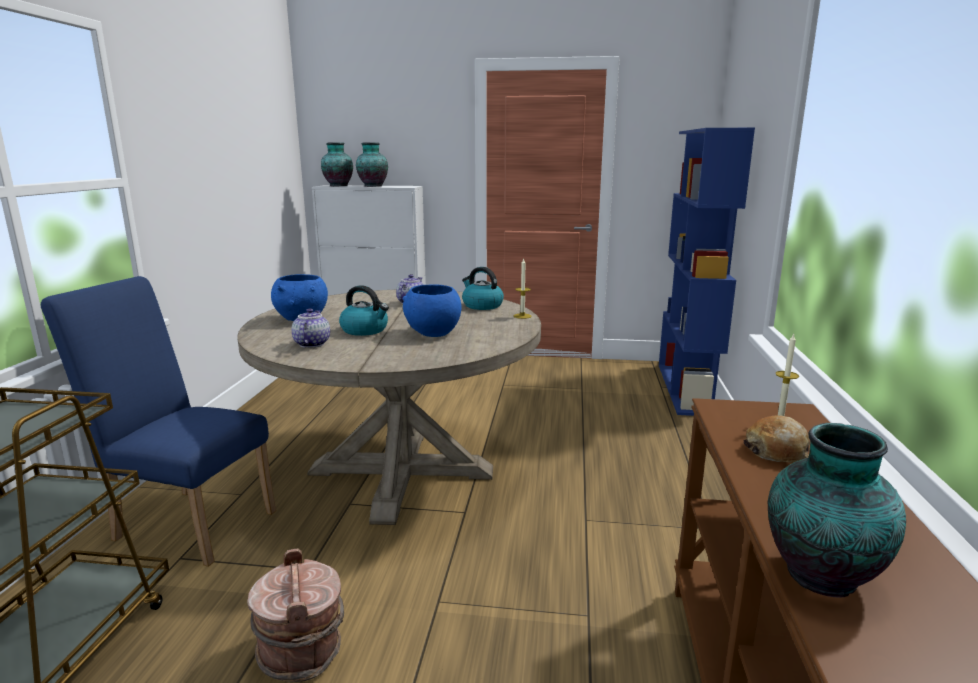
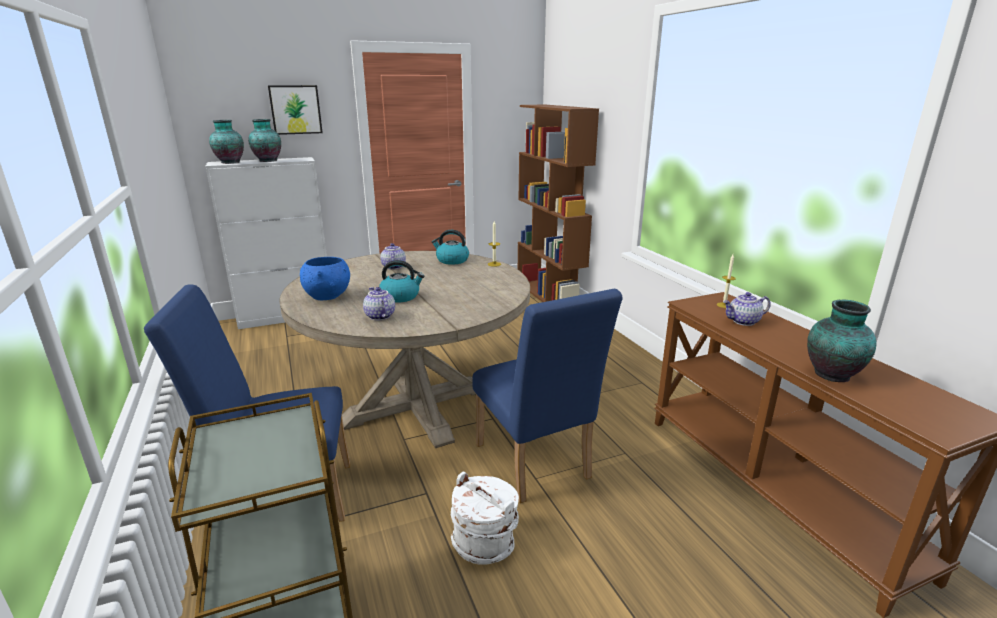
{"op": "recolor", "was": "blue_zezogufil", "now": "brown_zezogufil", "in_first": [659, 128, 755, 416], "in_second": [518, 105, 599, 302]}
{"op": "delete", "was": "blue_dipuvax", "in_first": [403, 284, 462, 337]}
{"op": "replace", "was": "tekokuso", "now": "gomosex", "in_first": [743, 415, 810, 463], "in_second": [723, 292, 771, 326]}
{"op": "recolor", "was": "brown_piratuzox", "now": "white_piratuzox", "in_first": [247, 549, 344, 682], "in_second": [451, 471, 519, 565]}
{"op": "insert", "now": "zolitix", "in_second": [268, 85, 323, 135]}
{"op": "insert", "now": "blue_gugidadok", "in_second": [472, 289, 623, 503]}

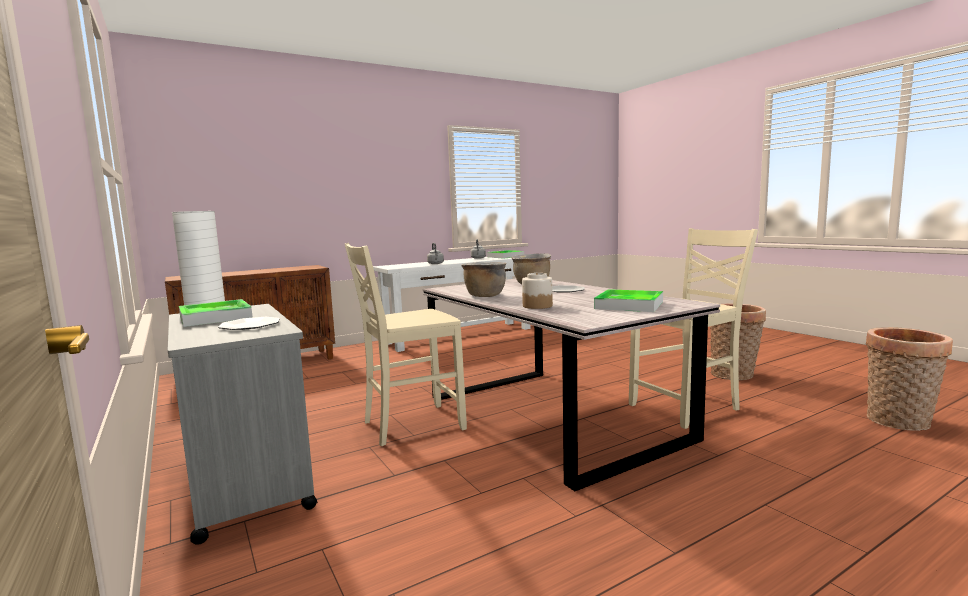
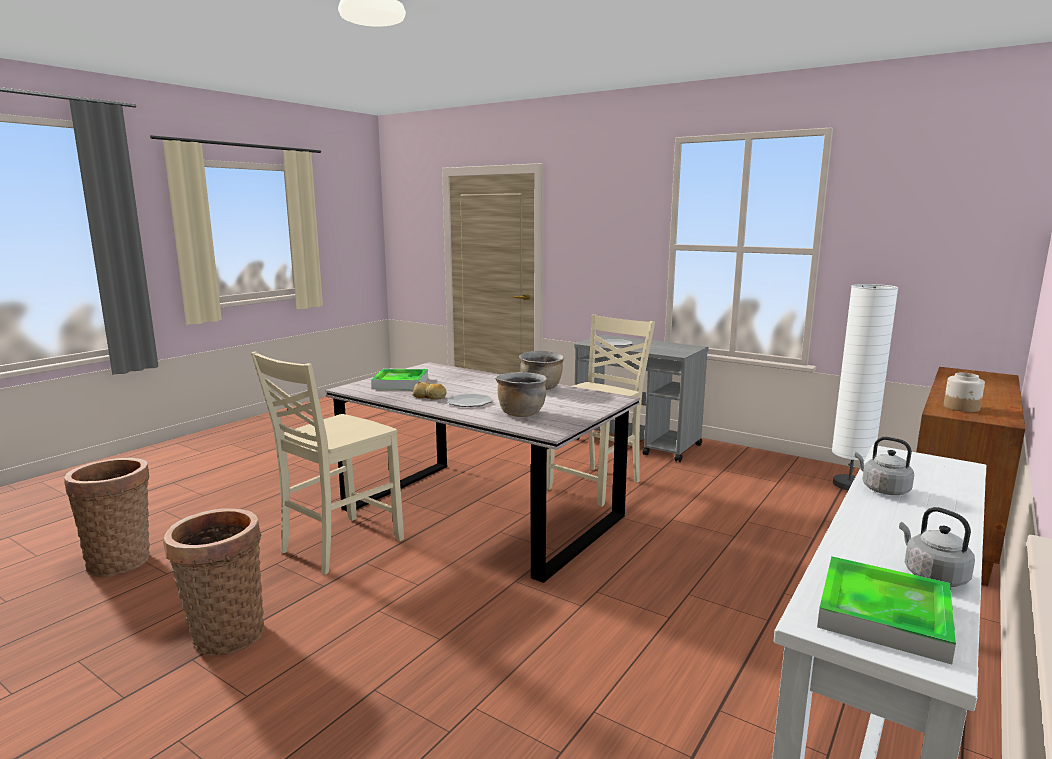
{"op": "move", "was": "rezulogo", "in_first": [522, 273, 553, 309], "in_second": [944, 373, 985, 412]}
{"op": "delete", "was": "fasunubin", "in_first": [179, 299, 253, 327]}
{"op": "insert", "now": "tekokuso", "in_second": [412, 382, 447, 400]}

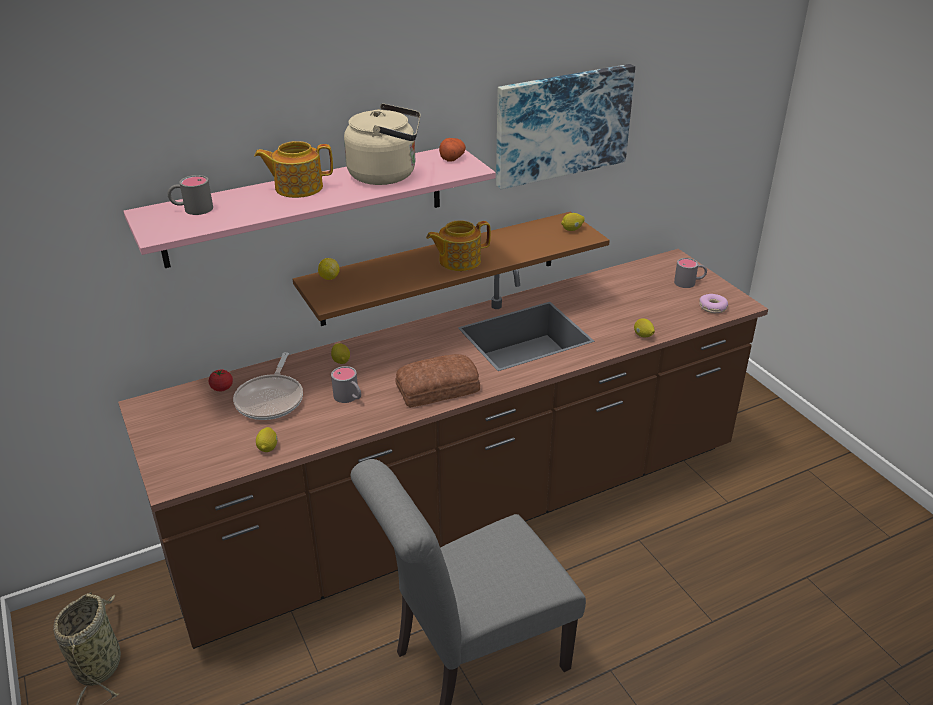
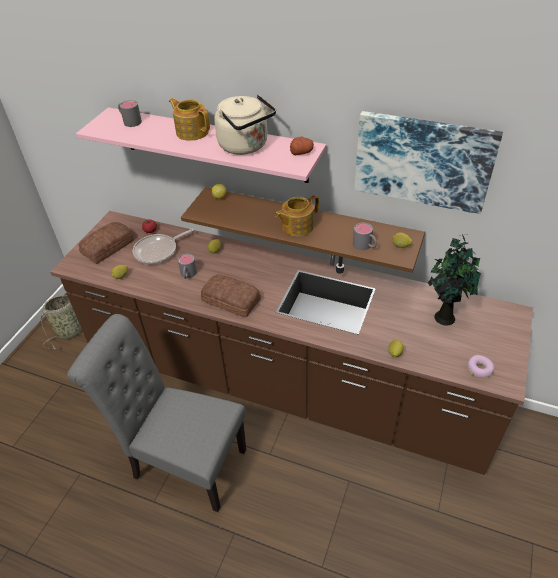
{"op": "rotate", "was": "gomosex", "in_first": [426, 220, 491, 271], "in_second": [275, 195, 319, 237], "clockwise": -60}
{"op": "move", "was": "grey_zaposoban", "in_first": [674, 258, 707, 288], "in_second": [353, 223, 377, 250]}
{"op": "insert", "now": "tekokuso", "in_second": [79, 222, 134, 264]}
{"op": "insert", "now": "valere", "in_second": [428, 234, 481, 326]}

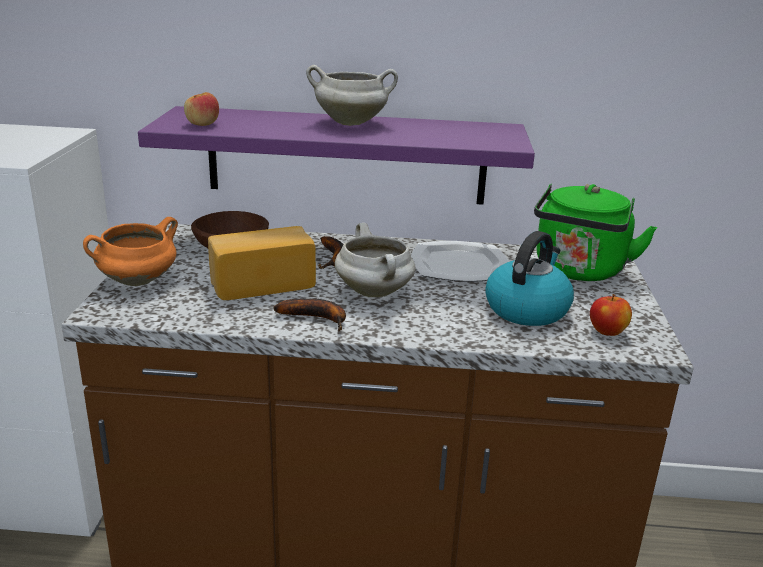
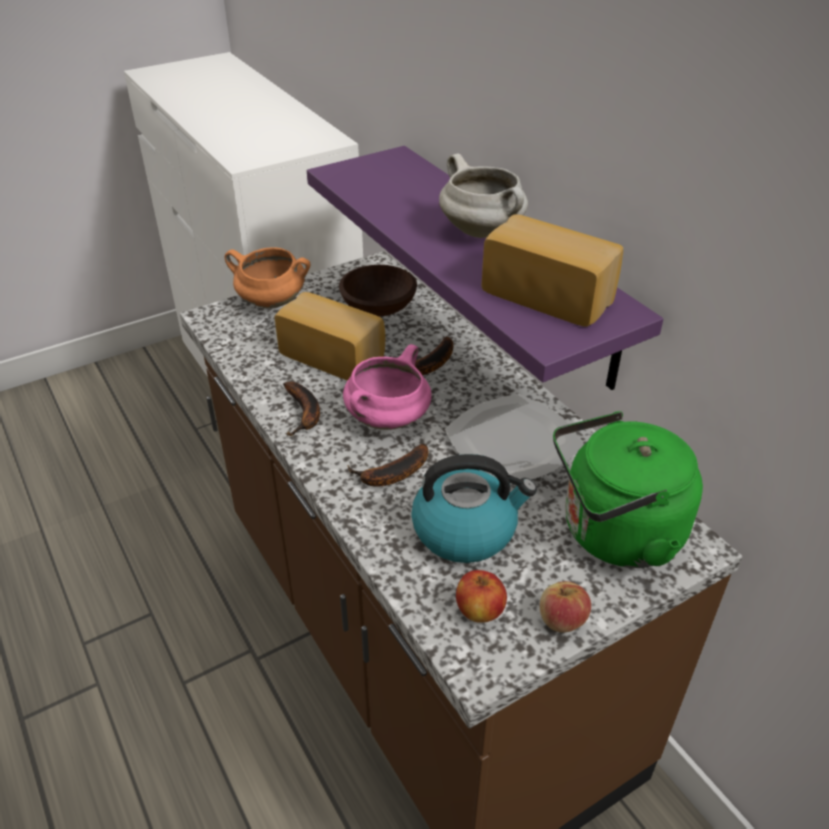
{"op": "move", "was": "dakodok", "in_first": [184, 92, 219, 126], "in_second": [540, 581, 591, 632]}
{"op": "recolor", "was": "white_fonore", "now": "pink_fonore", "in_first": [335, 223, 416, 297], "in_second": [343, 344, 432, 430]}
{"op": "insert", "now": "tekokuso", "in_second": [482, 214, 623, 327]}
{"op": "insert", "now": "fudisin", "in_second": [347, 444, 428, 487]}

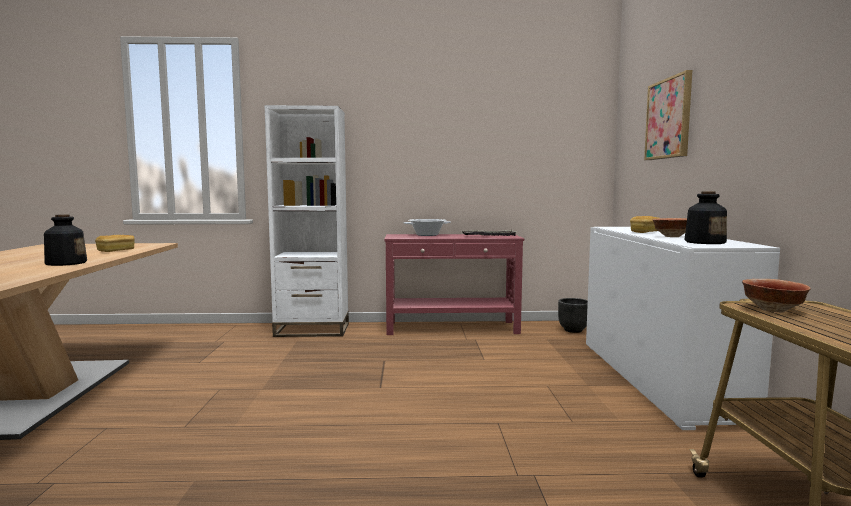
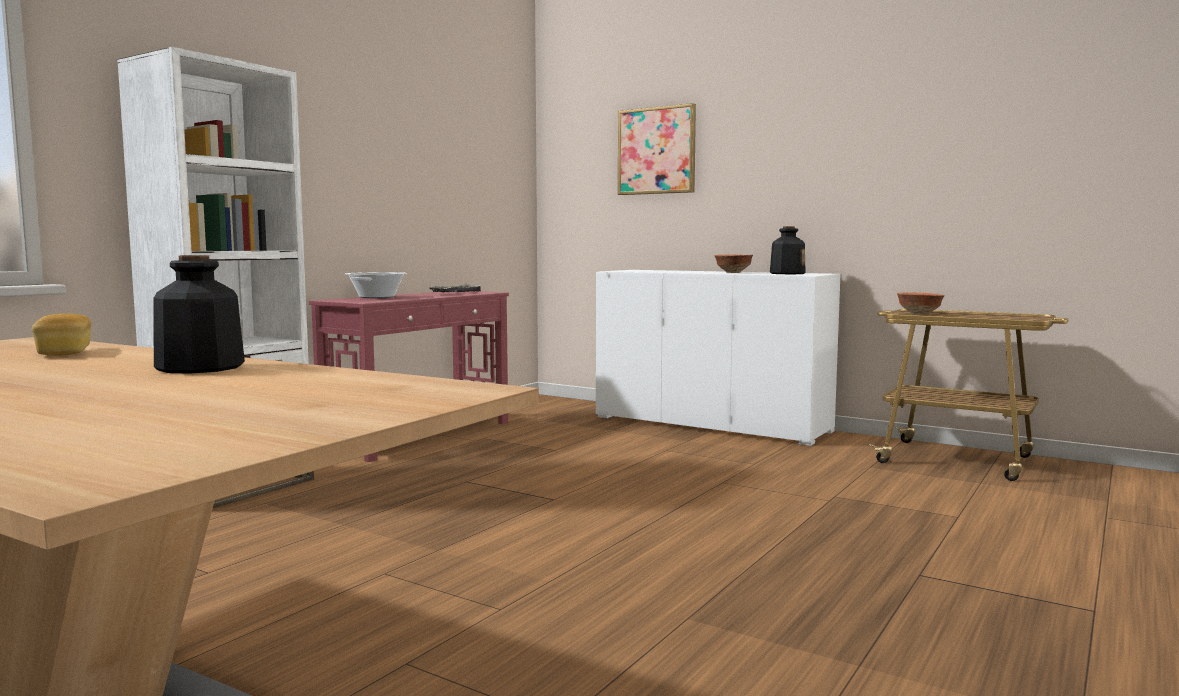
{"op": "delete", "was": "tekokuso", "in_first": [630, 216, 659, 233]}
{"op": "delete", "was": "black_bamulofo", "in_first": [558, 298, 588, 333]}

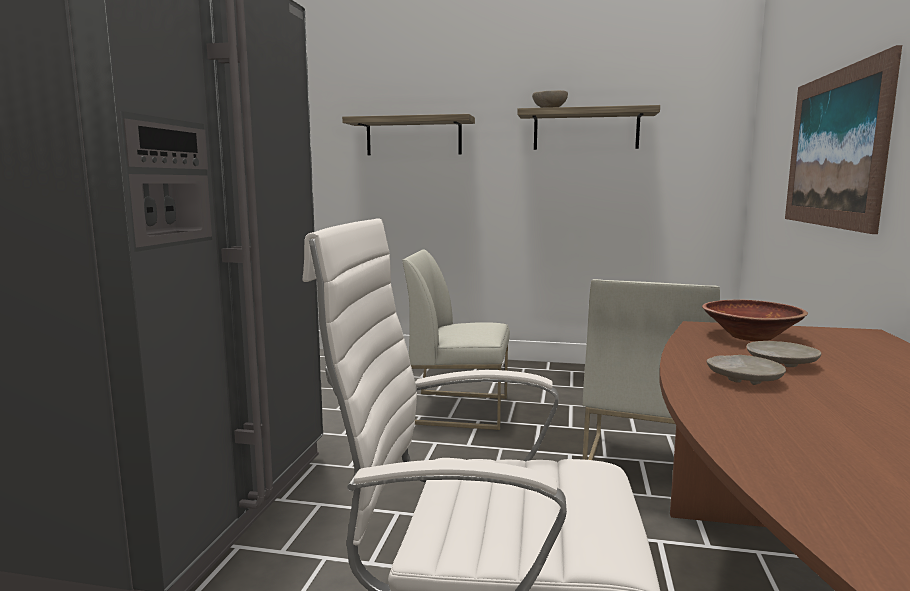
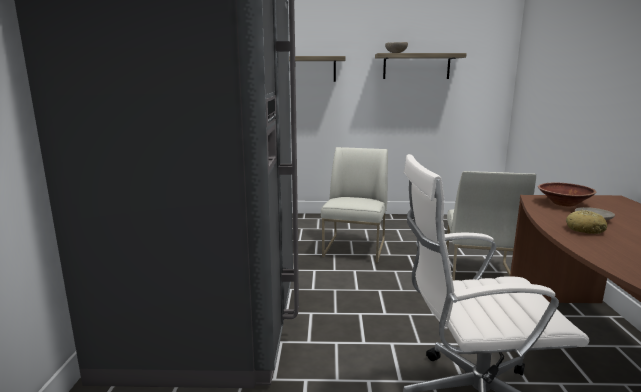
{"op": "delete", "was": "zolitix", "in_first": [785, 45, 902, 234]}
{"op": "rotate", "was": "white_gugidadok", "in_first": [403, 249, 510, 430], "in_second": [321, 147, 388, 263], "clockwise": 105}
{"op": "replace", "was": "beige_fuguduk", "now": "tekokuso", "in_first": [707, 355, 786, 385], "in_second": [566, 210, 607, 234]}

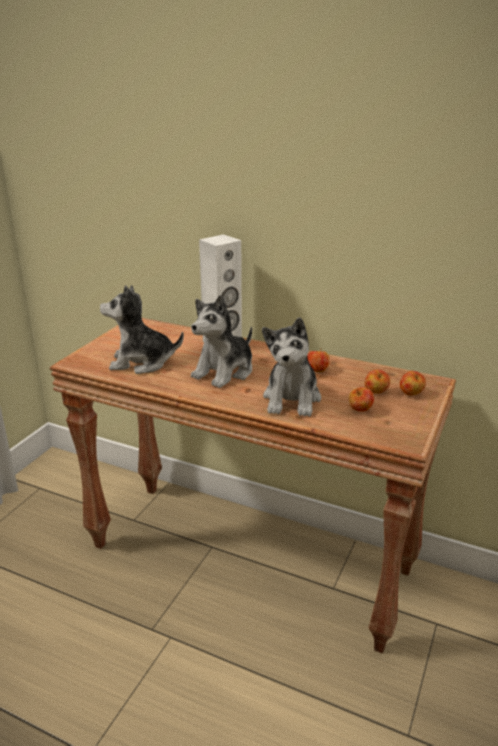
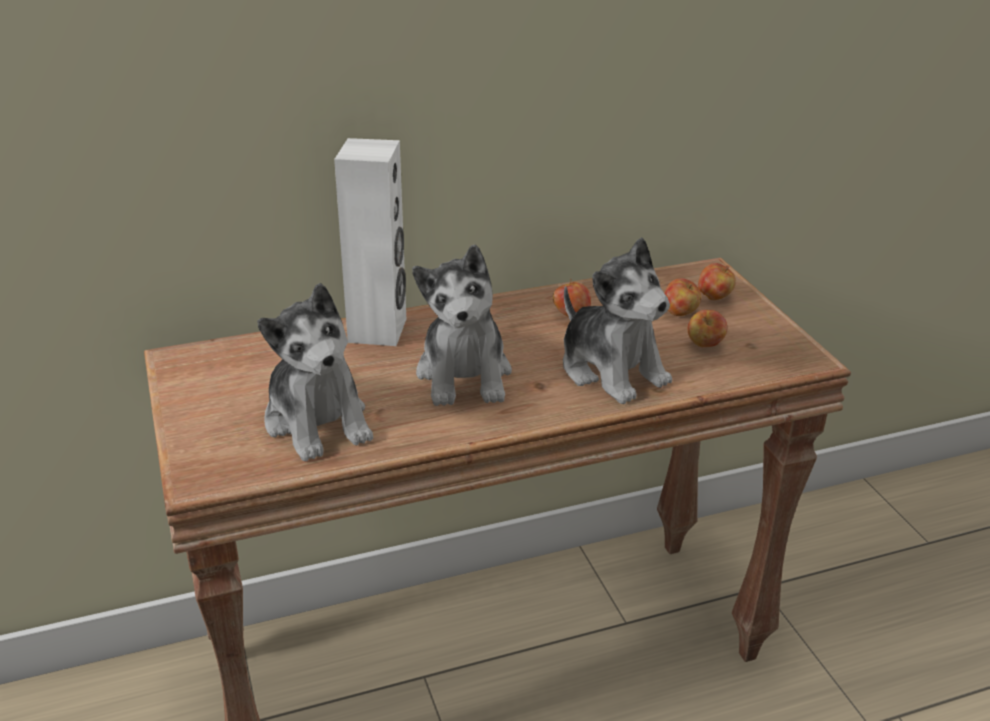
{"op": "rotate", "was": "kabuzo", "in_first": [100, 285, 184, 374], "in_second": [257, 283, 373, 461], "clockwise": -75}

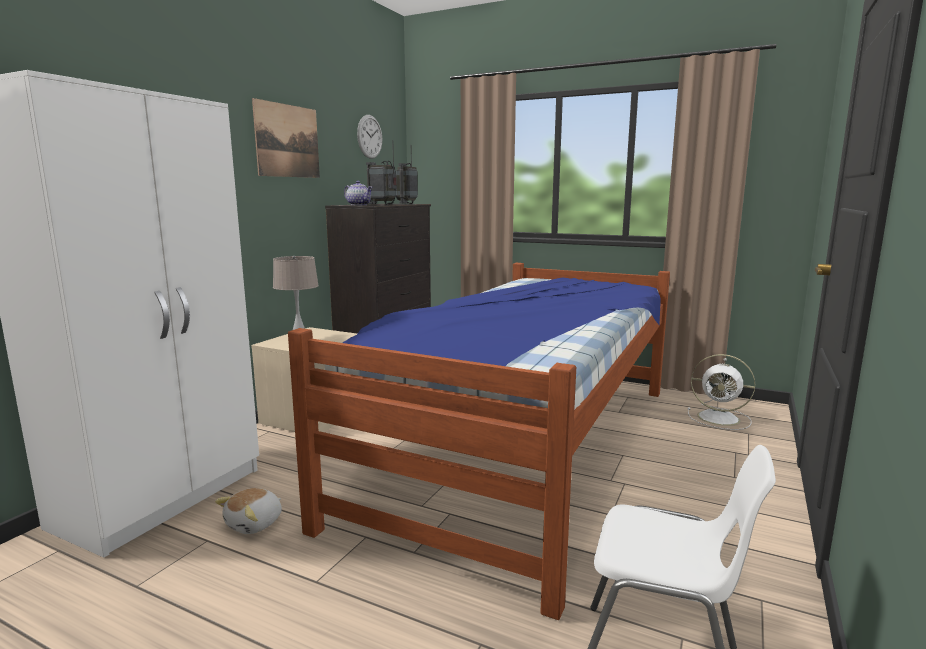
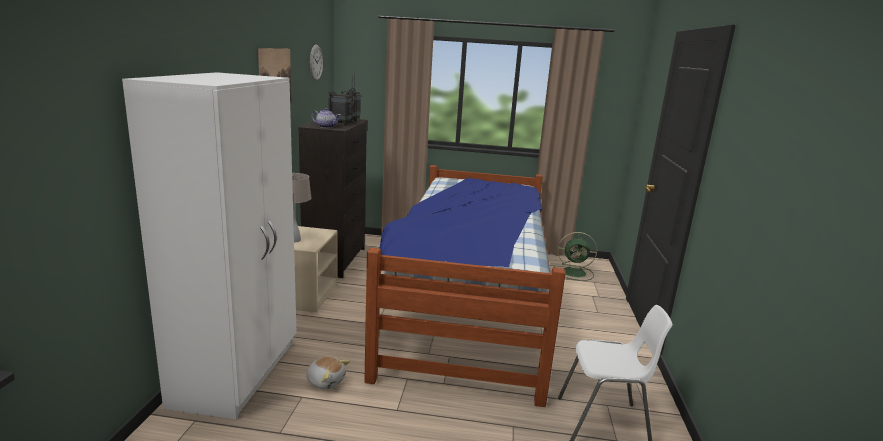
{"op": "recolor", "was": "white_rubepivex", "now": "green_rubepivex", "in_first": [688, 354, 755, 430], "in_second": [558, 232, 597, 281]}
{"op": "rotate", "was": "kabuzo", "in_first": [215, 488, 282, 534], "in_second": [306, 357, 350, 390], "clockwise": -75}

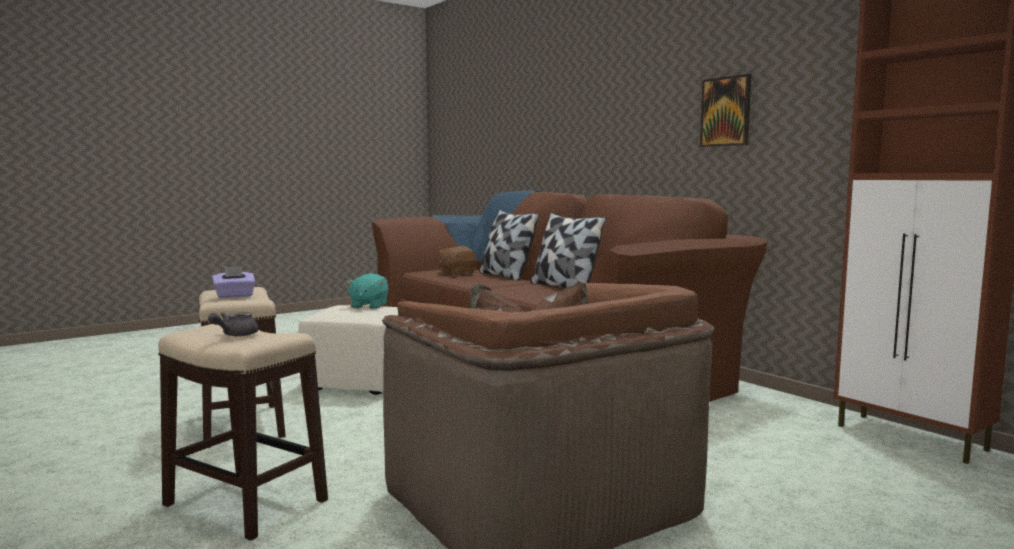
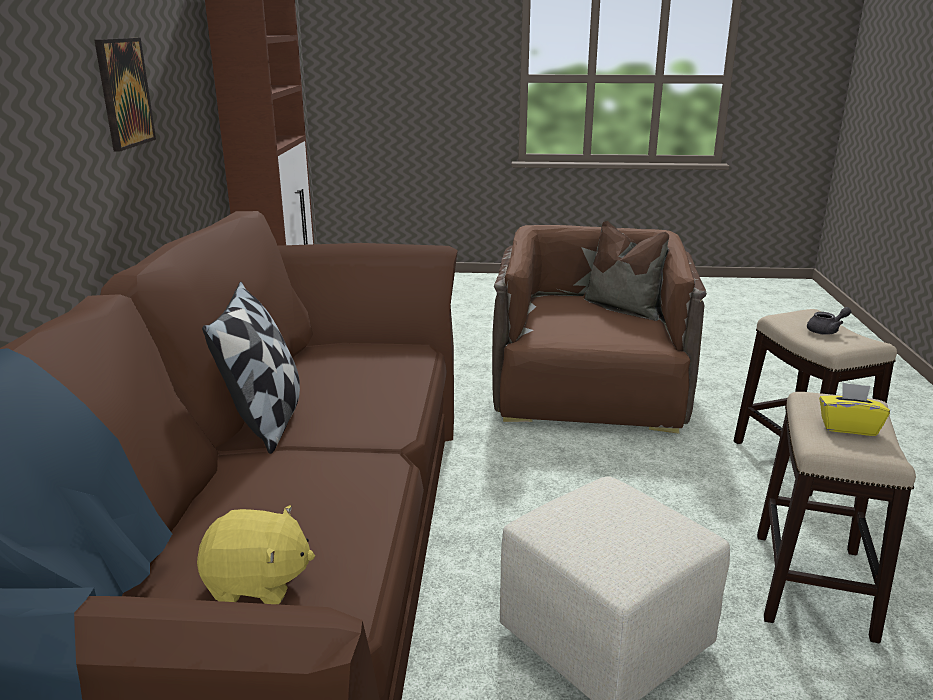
{"op": "delete", "was": "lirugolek", "in_first": [480, 210, 539, 280]}
{"op": "recolor", "was": "brown_kabuzo", "now": "yellow_kabuzo", "in_first": [439, 246, 477, 276], "in_second": [197, 505, 315, 604]}
{"op": "recolor", "was": "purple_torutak", "now": "yellow_torutak", "in_first": [212, 267, 255, 298], "in_second": [819, 383, 890, 436]}
{"op": "delete", "was": "turquoise_kabuzo", "in_first": [346, 273, 389, 309]}

